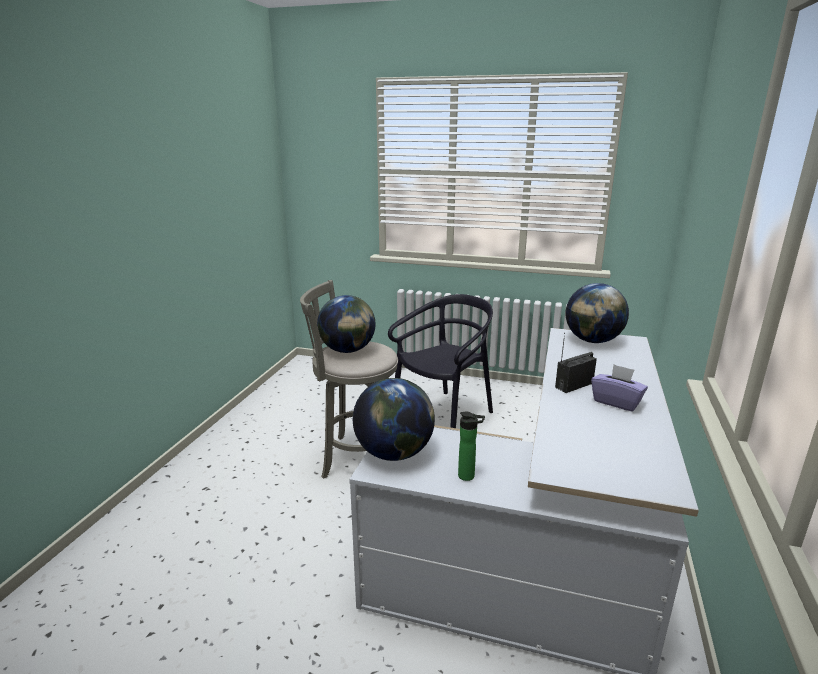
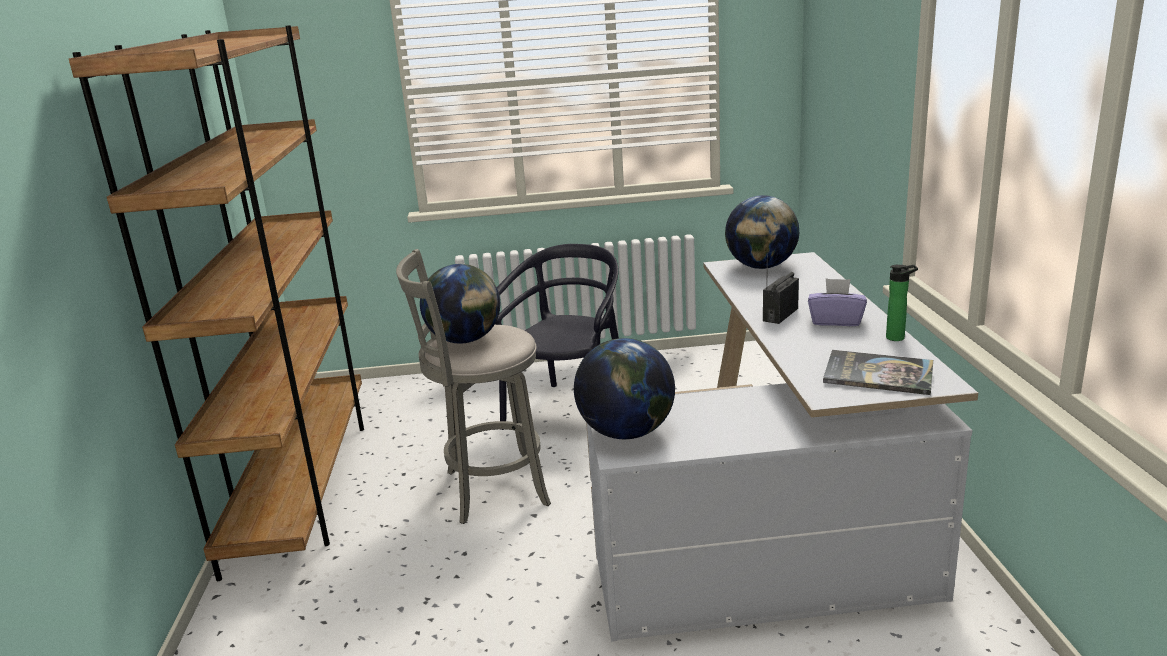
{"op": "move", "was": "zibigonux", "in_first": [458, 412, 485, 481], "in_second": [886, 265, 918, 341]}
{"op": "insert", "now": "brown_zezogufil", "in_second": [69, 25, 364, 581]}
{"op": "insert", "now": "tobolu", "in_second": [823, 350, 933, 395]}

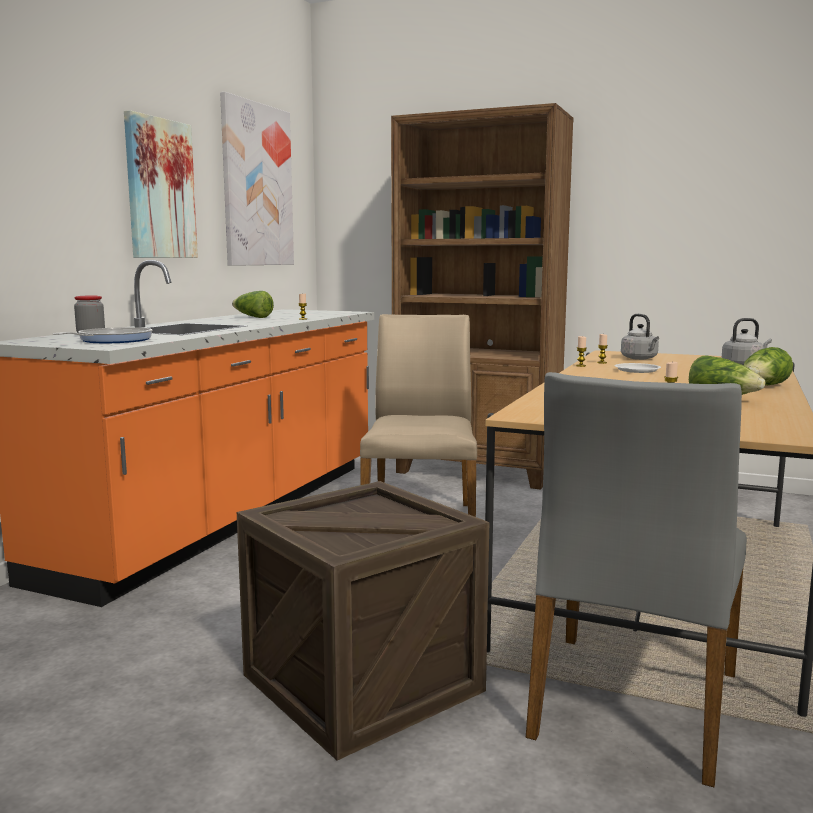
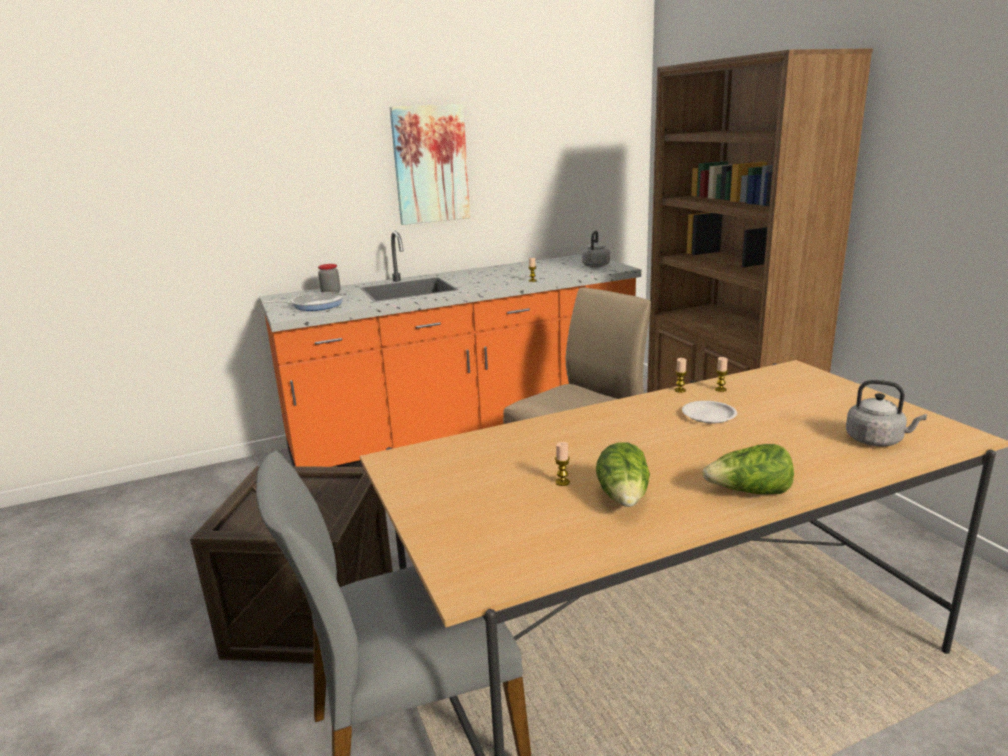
{"op": "delete", "was": "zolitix", "in_first": [220, 92, 294, 266]}
{"op": "delete", "was": "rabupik", "in_first": [232, 291, 274, 318]}
{"op": "move", "was": "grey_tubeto", "in_first": [621, 314, 659, 360], "in_second": [582, 231, 610, 268]}

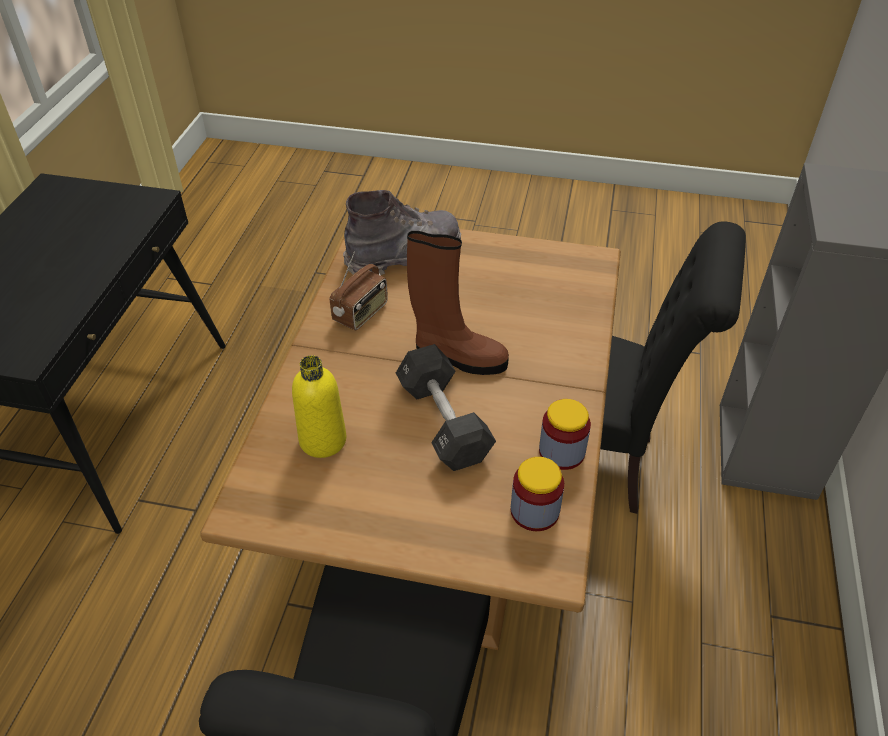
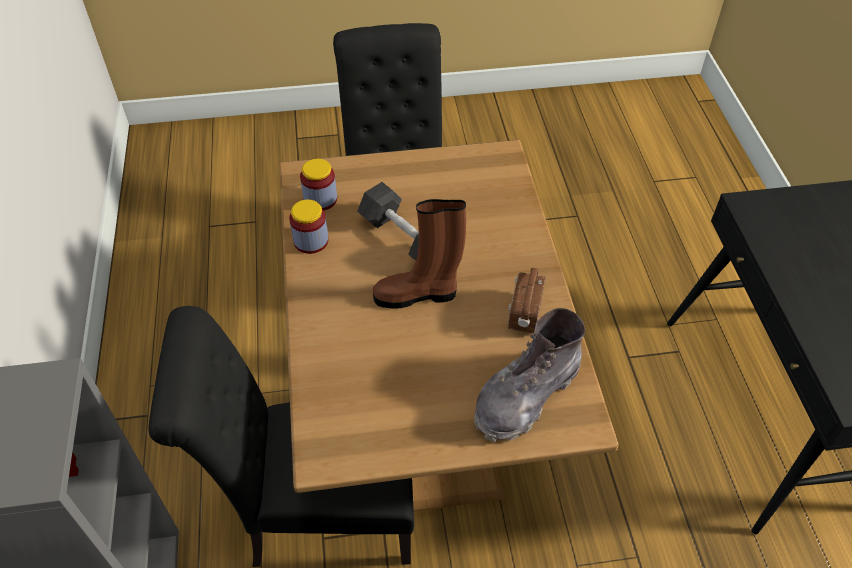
{"op": "delete", "was": "yellow_zibigonux", "in_first": [292, 355, 346, 458]}

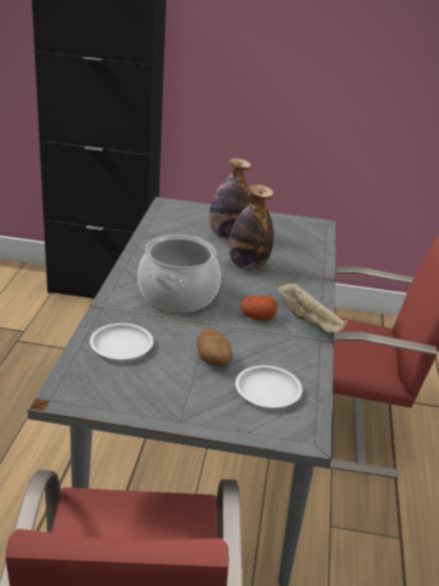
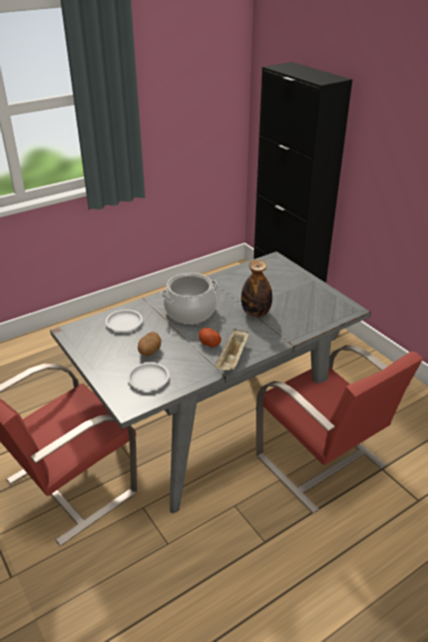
{"op": "delete", "was": "zibigonux", "in_first": [209, 158, 251, 239]}

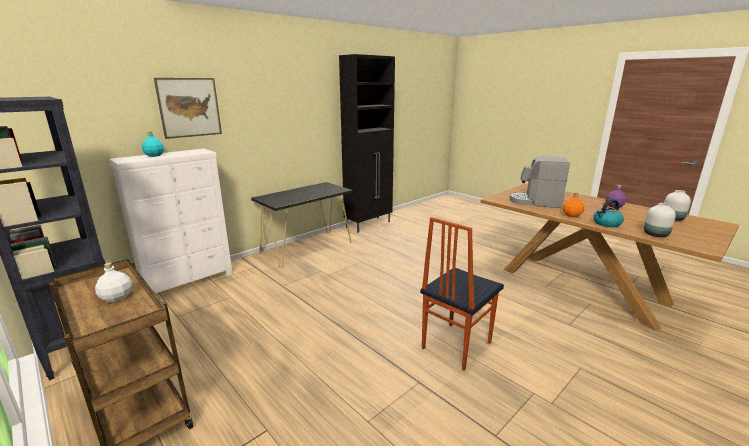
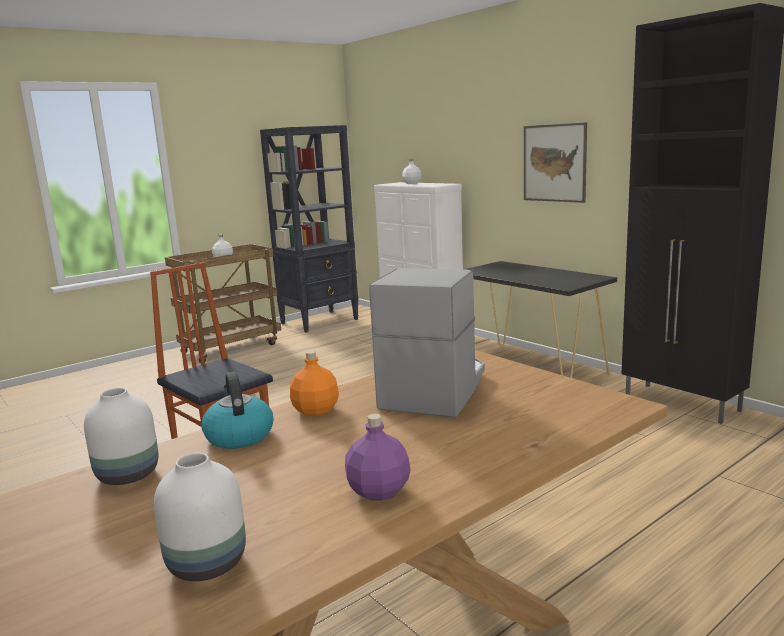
{"op": "move", "was": "zolitix", "in_first": [154, 78, 222, 139], "in_second": [524, 122, 587, 203]}
{"op": "recolor", "was": "turquoise_zibigonux", "now": "white_zibigonux", "in_first": [142, 132, 164, 157], "in_second": [402, 159, 422, 184]}

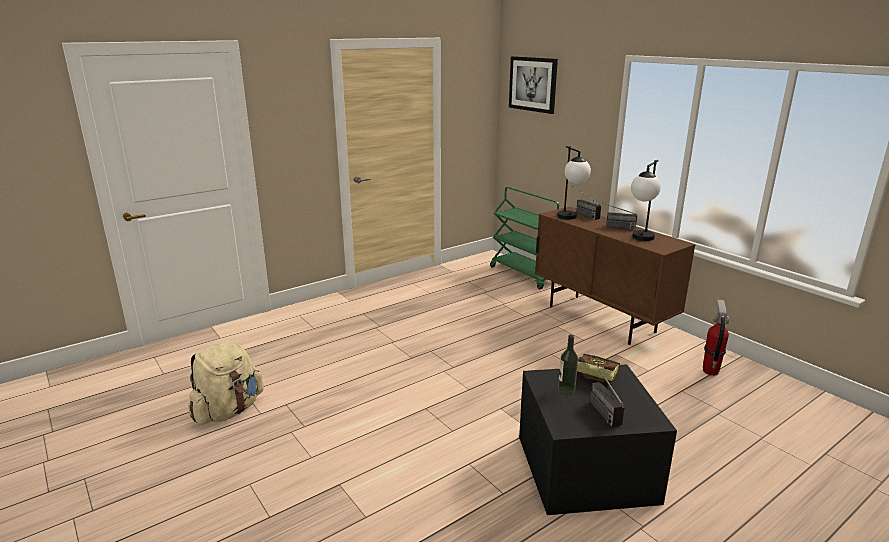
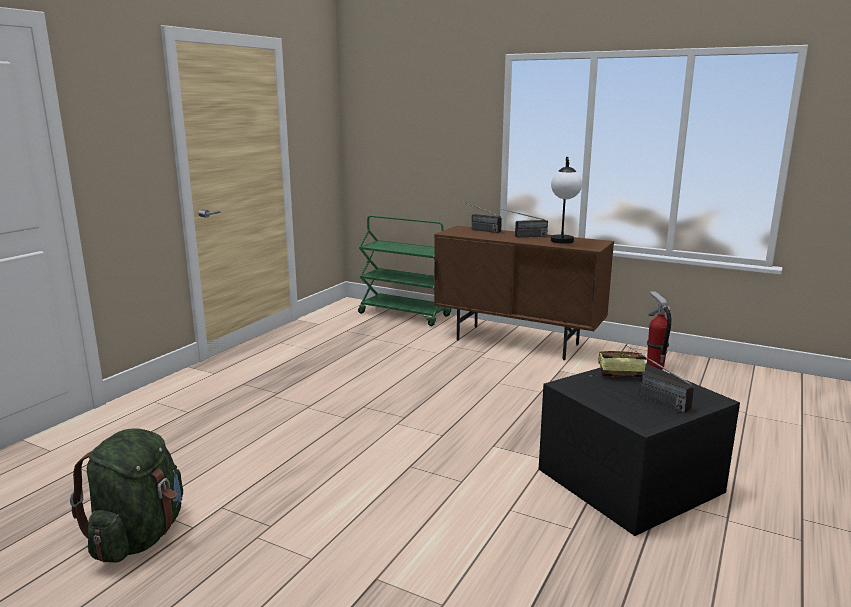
{"op": "delete", "was": "zolitix", "in_first": [509, 56, 558, 114]}
{"op": "delete", "was": "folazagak", "in_first": [557, 146, 591, 219]}
{"op": "delete", "was": "zibigonux", "in_first": [558, 335, 578, 395]}
{"op": "recolor", "was": "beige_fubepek", "now": "green_fubepek", "in_first": [188, 340, 264, 424], "in_second": [70, 428, 183, 563]}

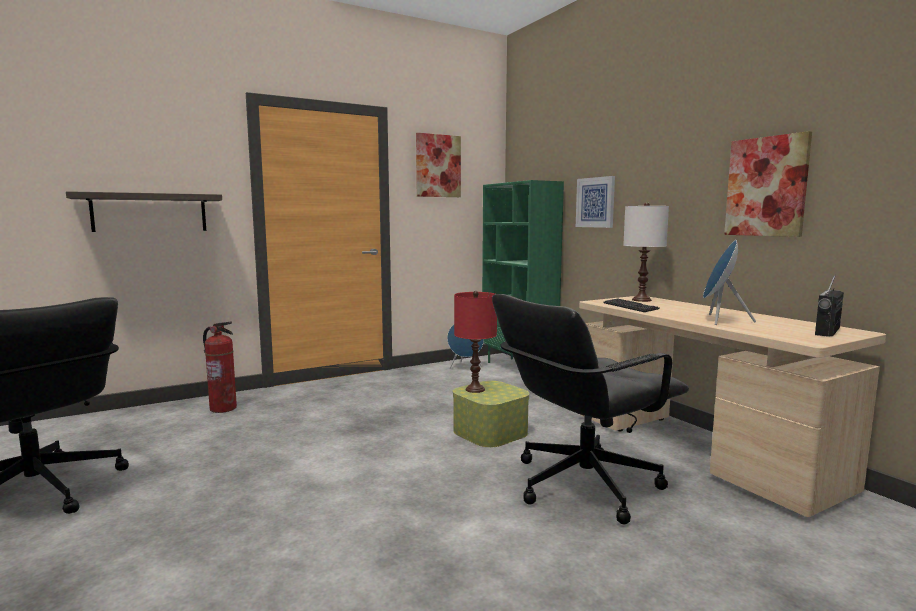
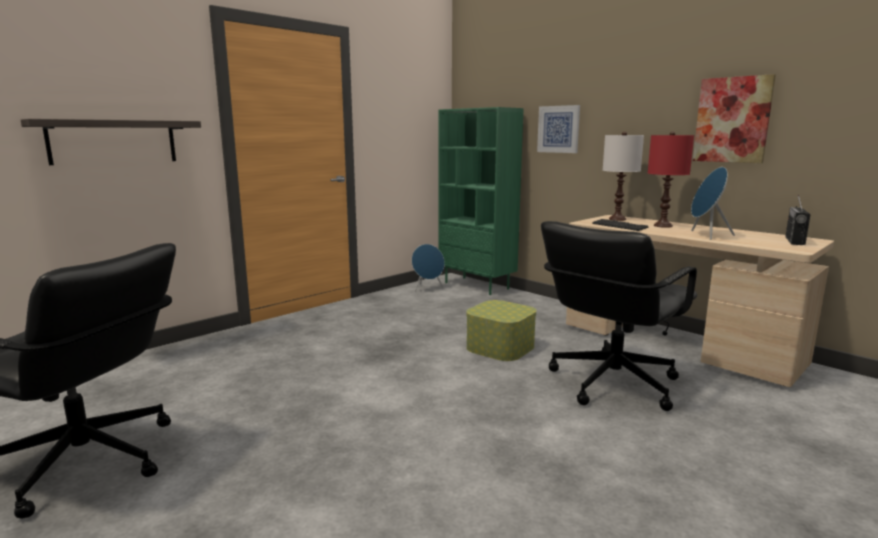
{"op": "delete", "was": "zolitix", "in_first": [416, 133, 461, 197]}
{"op": "move", "was": "red_folazagak", "in_first": [454, 291, 497, 393], "in_second": [648, 132, 694, 228]}
{"op": "delete", "was": "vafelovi", "in_first": [203, 321, 237, 413]}

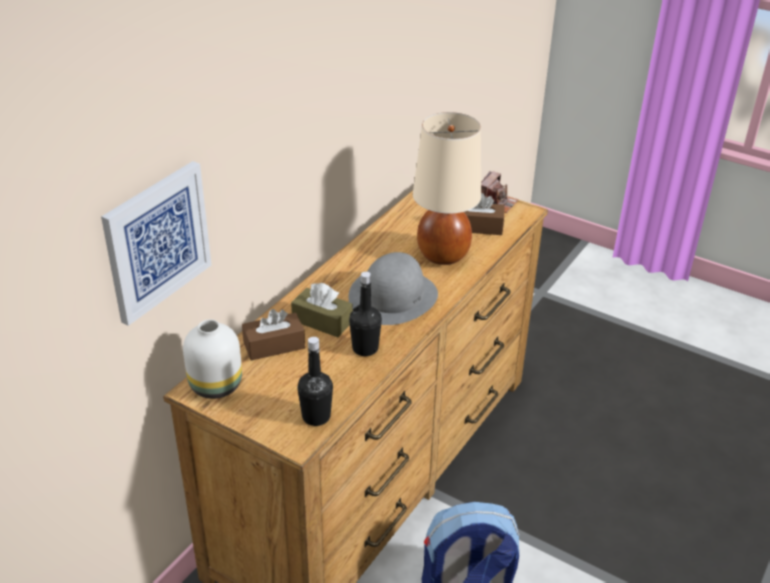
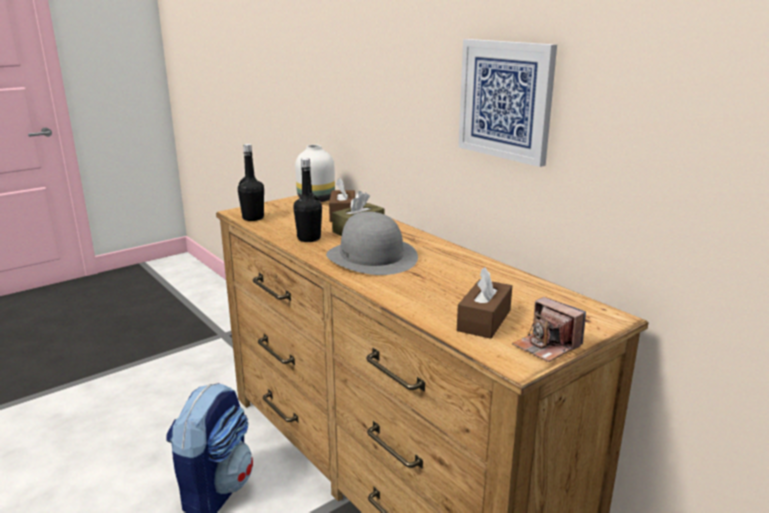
{"op": "delete", "was": "beige_folazagak", "in_first": [413, 112, 481, 265]}
{"op": "move", "was": "zolitix", "in_first": [101, 161, 211, 326], "in_second": [458, 39, 557, 167]}

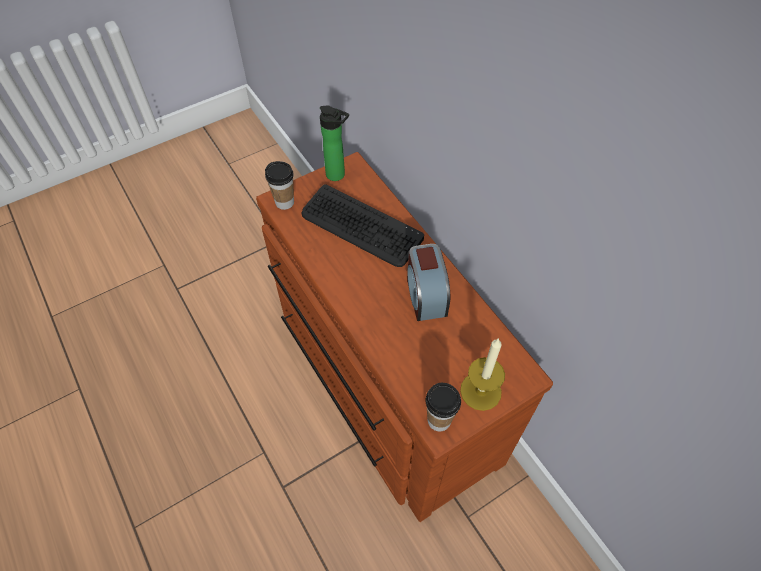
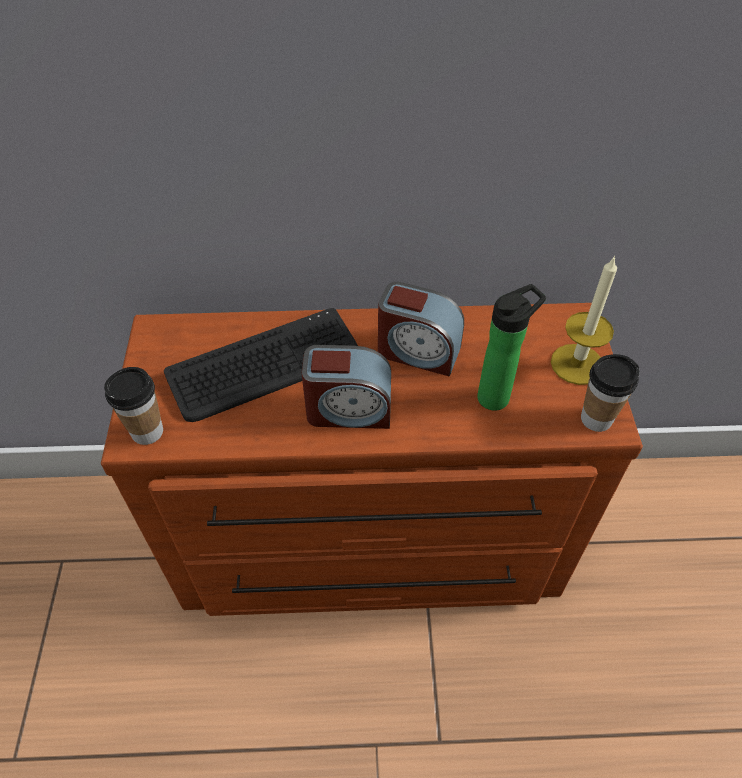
{"op": "move", "was": "zibigonux", "in_first": [320, 105, 349, 181], "in_second": [477, 284, 546, 411]}
{"op": "insert", "now": "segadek", "in_second": [302, 345, 391, 429]}

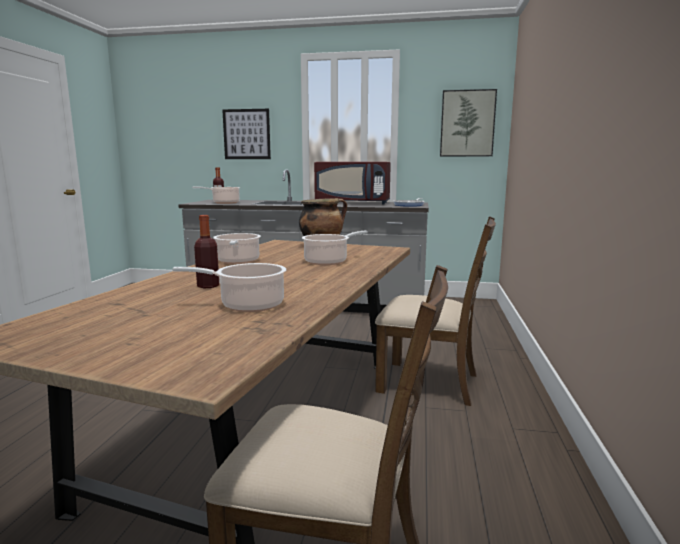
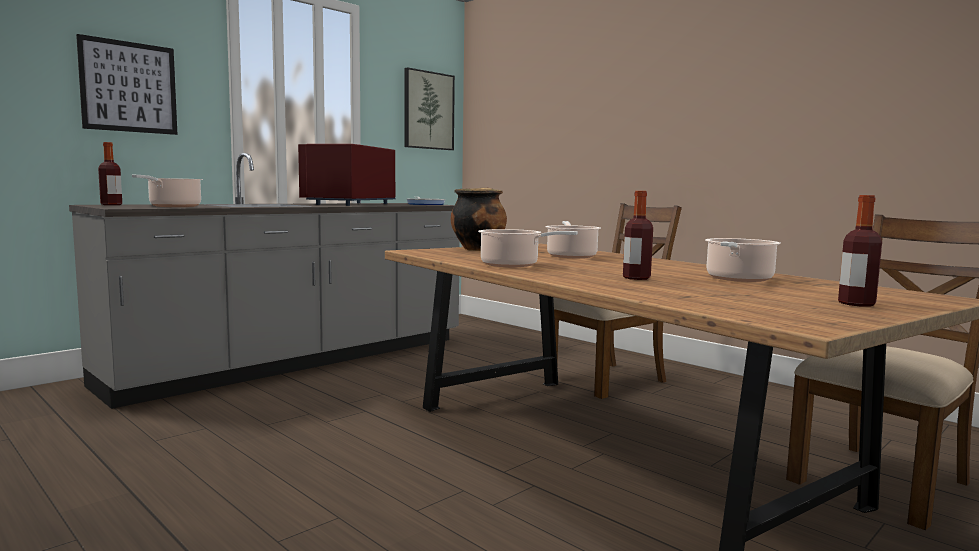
{"op": "rotate", "was": "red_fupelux", "in_first": [314, 162, 391, 204], "in_second": [298, 144, 395, 206], "clockwise": 150}
{"op": "insert", "now": "zibigonux", "in_second": [838, 195, 882, 307]}

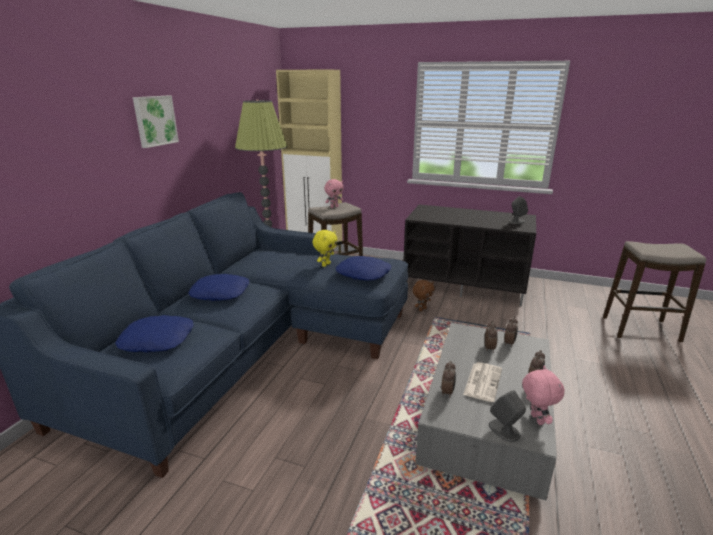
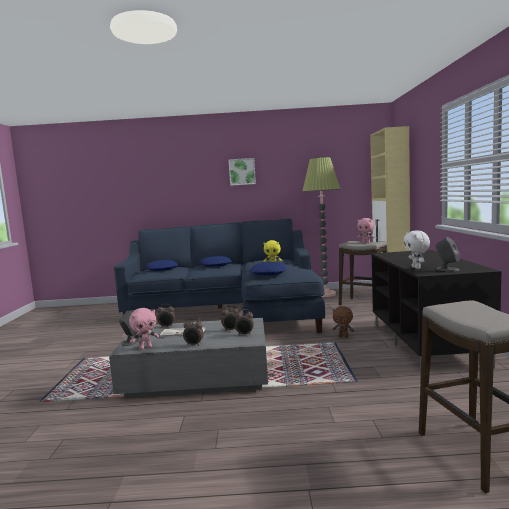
{"op": "insert", "now": "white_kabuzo", "in_second": [403, 231, 430, 269]}

